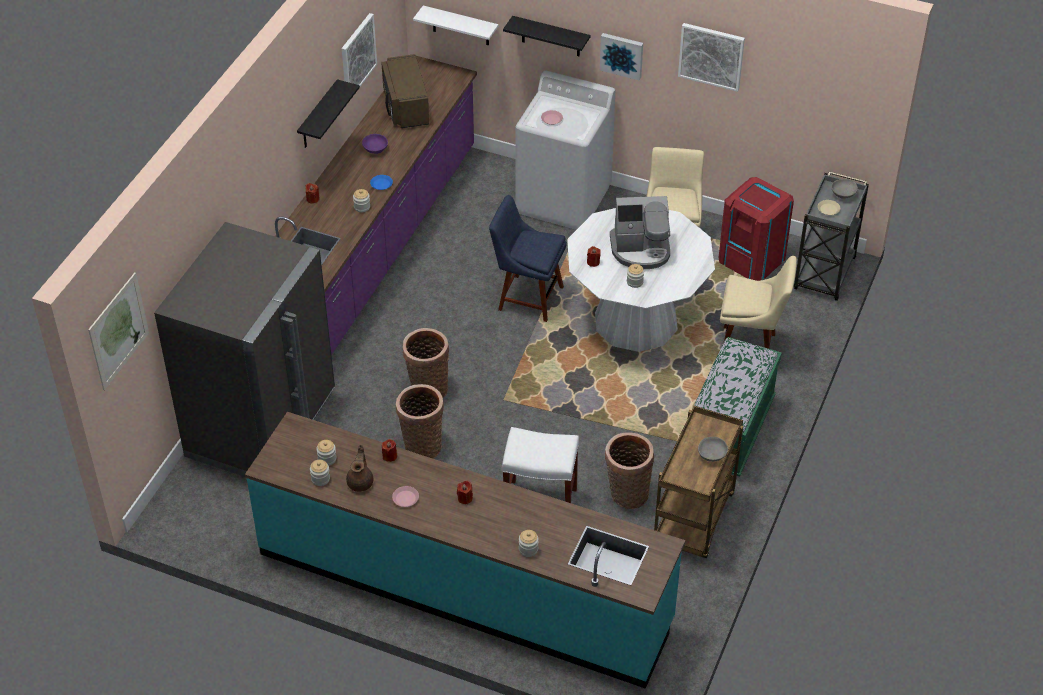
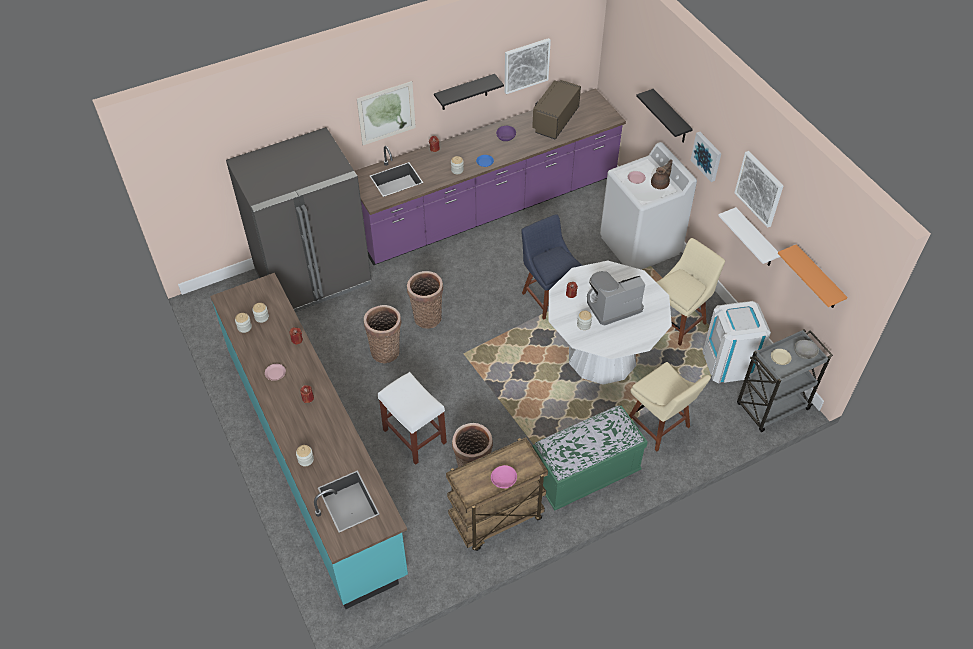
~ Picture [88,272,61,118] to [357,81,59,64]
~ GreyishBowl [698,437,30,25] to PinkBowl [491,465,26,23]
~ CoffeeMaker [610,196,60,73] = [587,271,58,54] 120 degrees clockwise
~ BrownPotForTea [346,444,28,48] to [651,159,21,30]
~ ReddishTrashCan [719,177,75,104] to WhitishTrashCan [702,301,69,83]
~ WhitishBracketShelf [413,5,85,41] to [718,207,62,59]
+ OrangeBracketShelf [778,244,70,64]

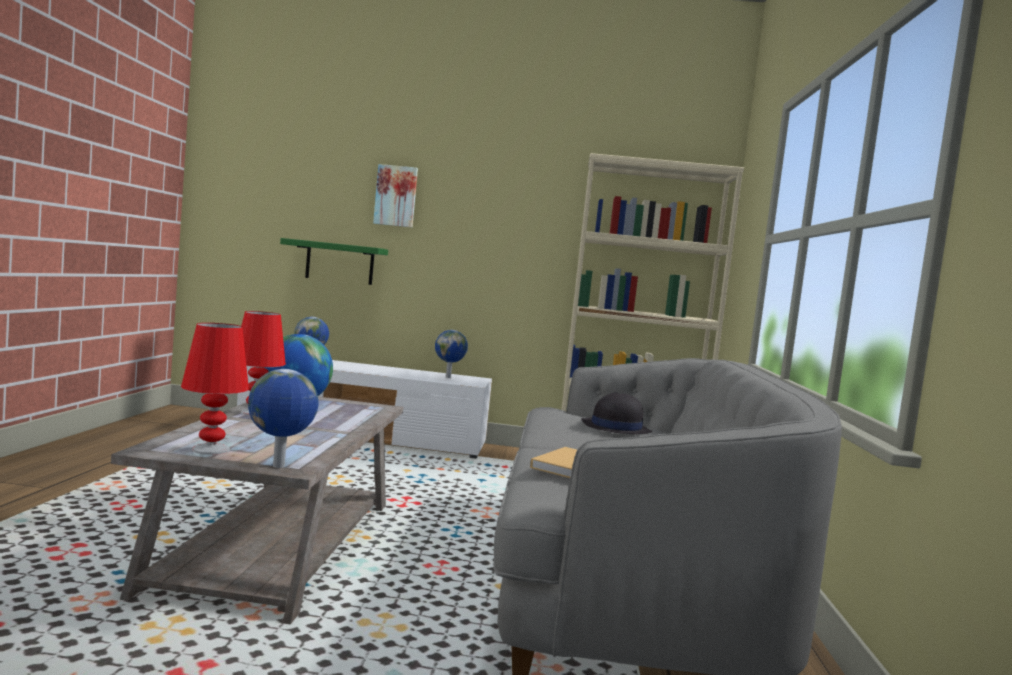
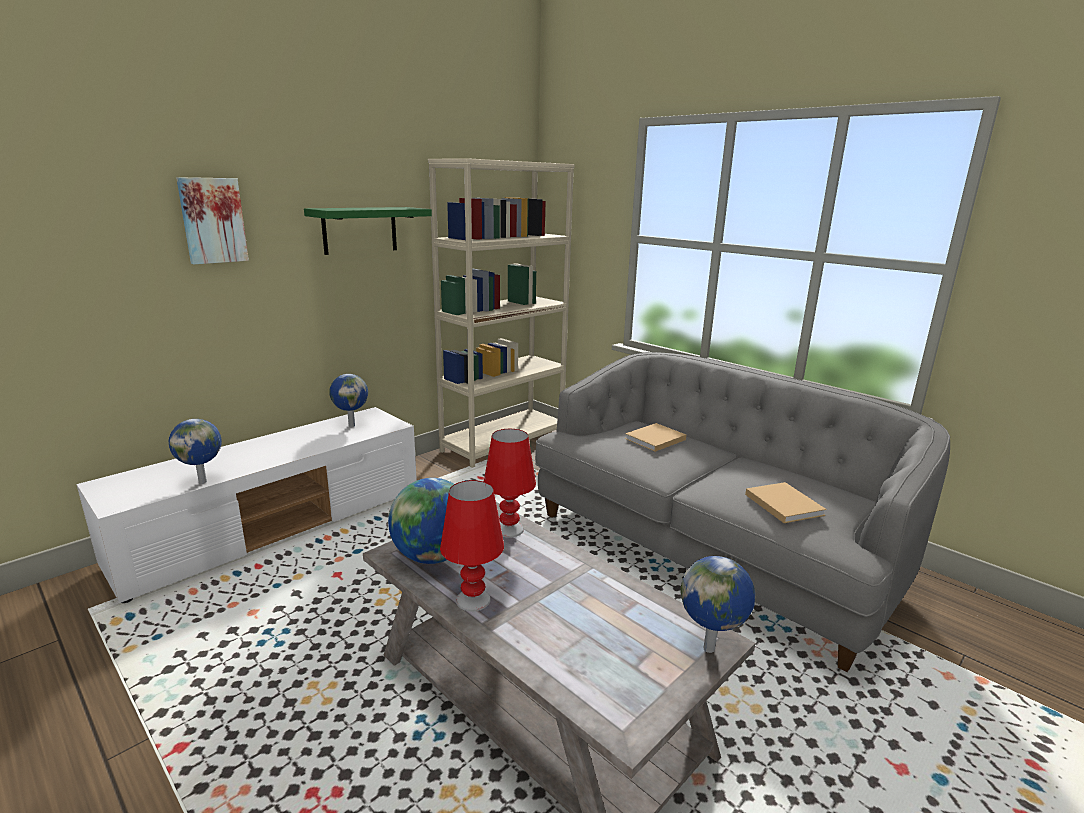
~ GreenBracketShelf [280,238,108,47] to [304,207,128,48]
~ ReddishLampForATable [181,323,68,132] to [484,429,52,109]
~ BlackishHat [581,392,71,42] to BeigeVolume [625,423,61,29]

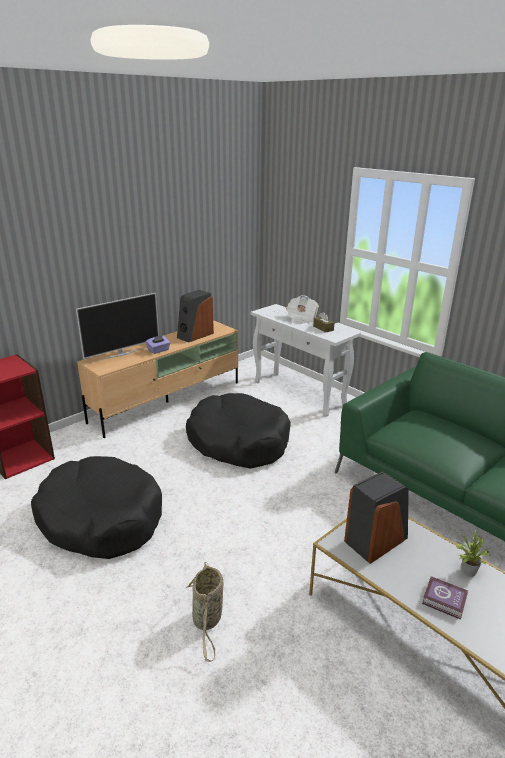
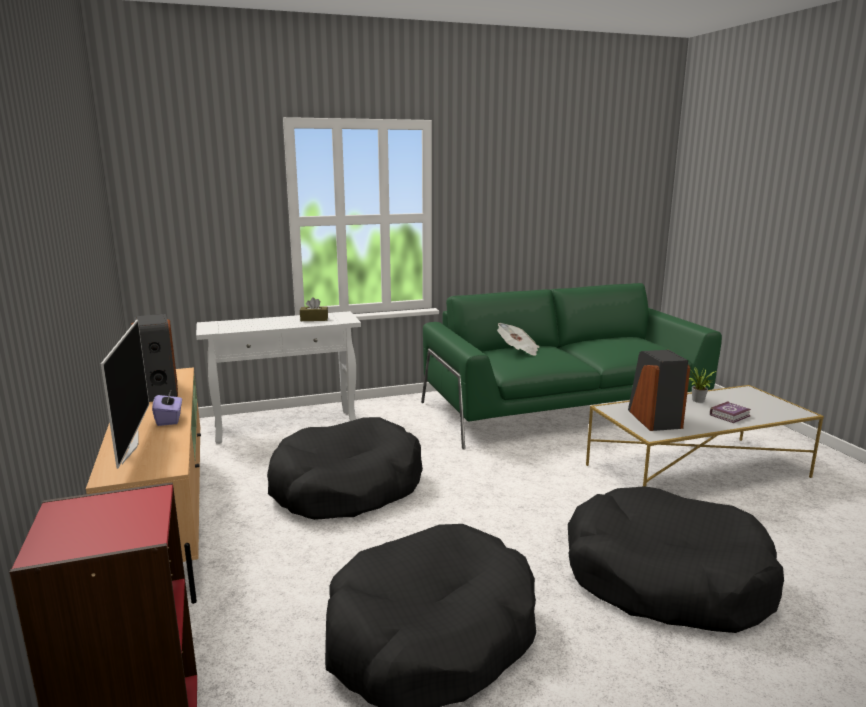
~ PrintedPaper [286,295,33,30] to [497,323,42,33]
~ HouseholdBasket [186,562,38,100] to BlackishPetBed [568,486,216,147]

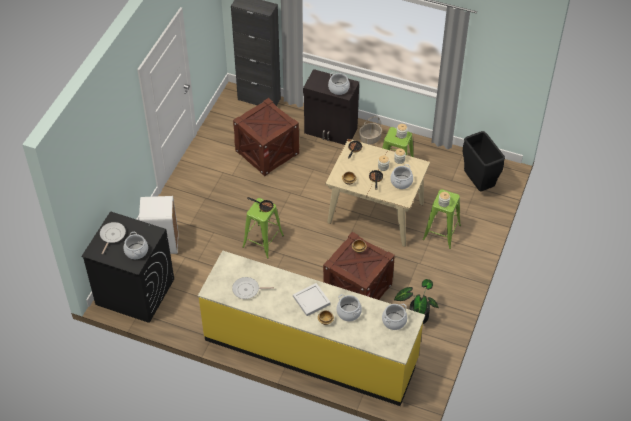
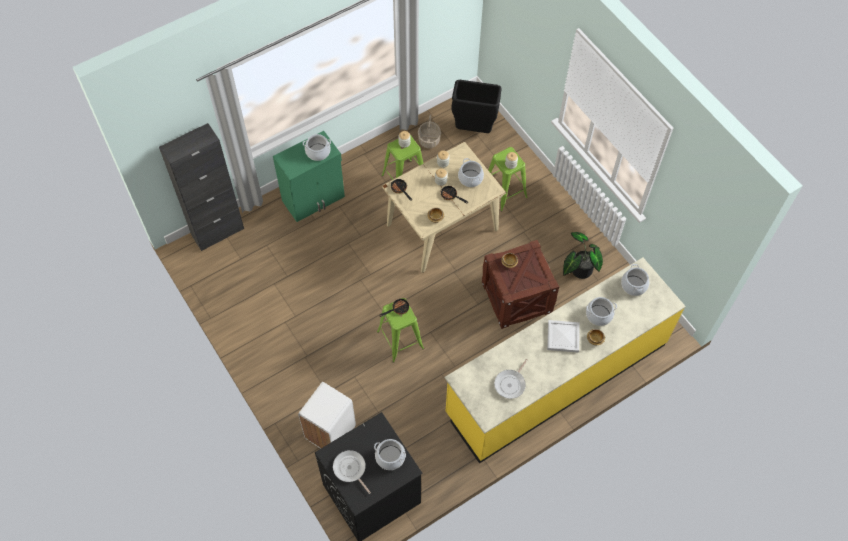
~ BlackishCabinet [303,69,56,76] to GreenCabinet [273,131,72,91]
~ HouseholdBasket [359,116,23,28] to [418,115,23,33]
- ShippingCrate [233,98,66,79]

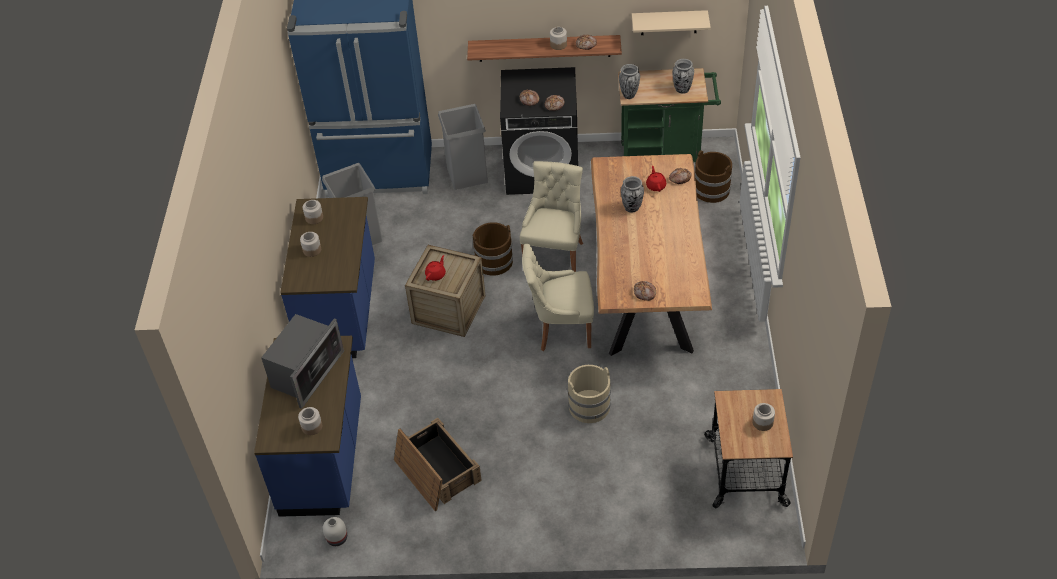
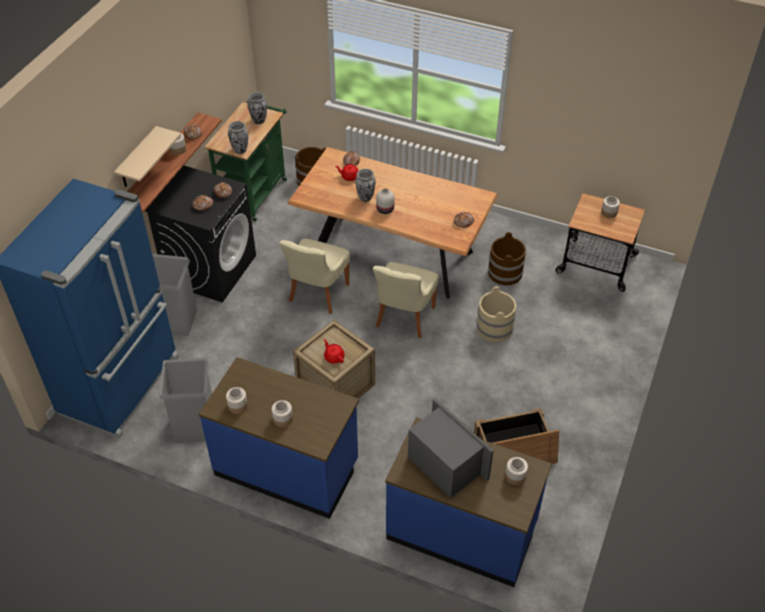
~ BeigeBracketShelf [632,10,79,25] to [114,126,67,61]
~ BeigeChair [520,161,63,111] = [279,239,71,75] 105 degrees counterclockwise
~ WhitishDecorativeVase [323,517,24,29] to [376,188,18,26]
~ BrownWaterBucket [472,222,41,54] to [488,232,38,53]

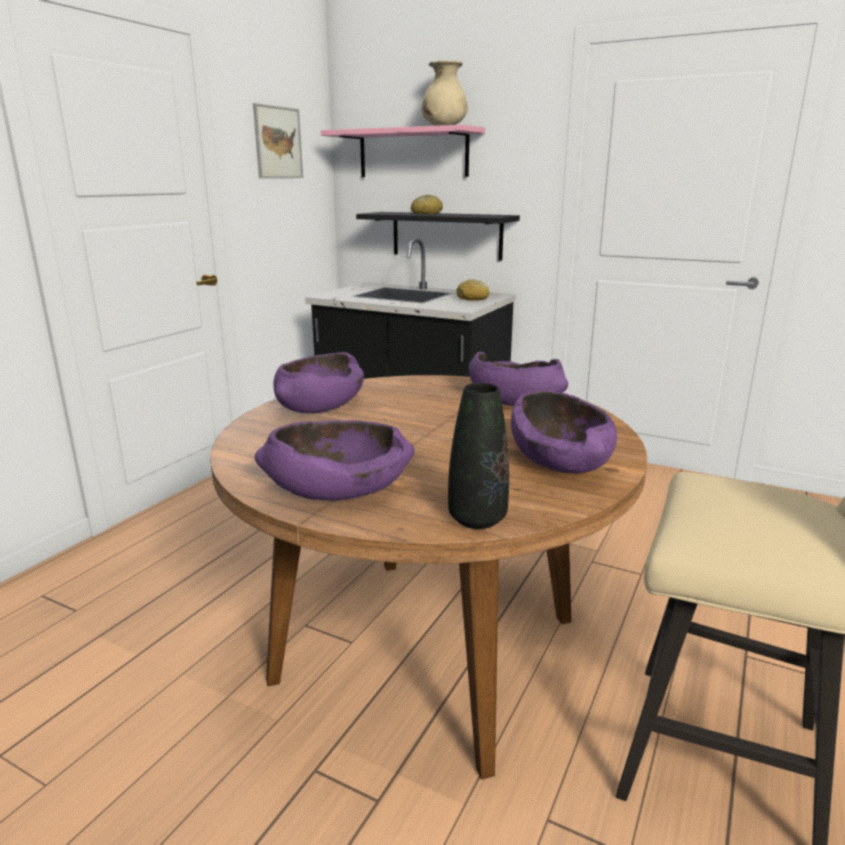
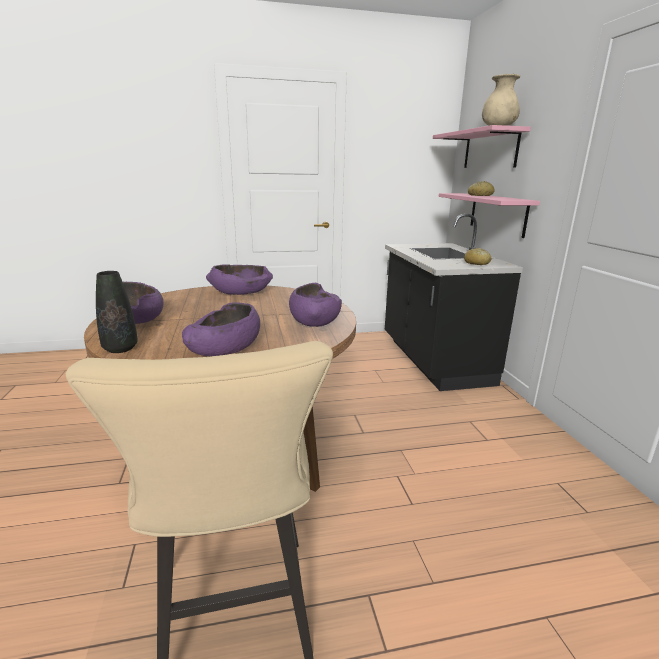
~ BlackishBracketShelf [356,212,164,49] to PinkBracketShelf [439,193,101,45]
- Picture [253,103,50,75]

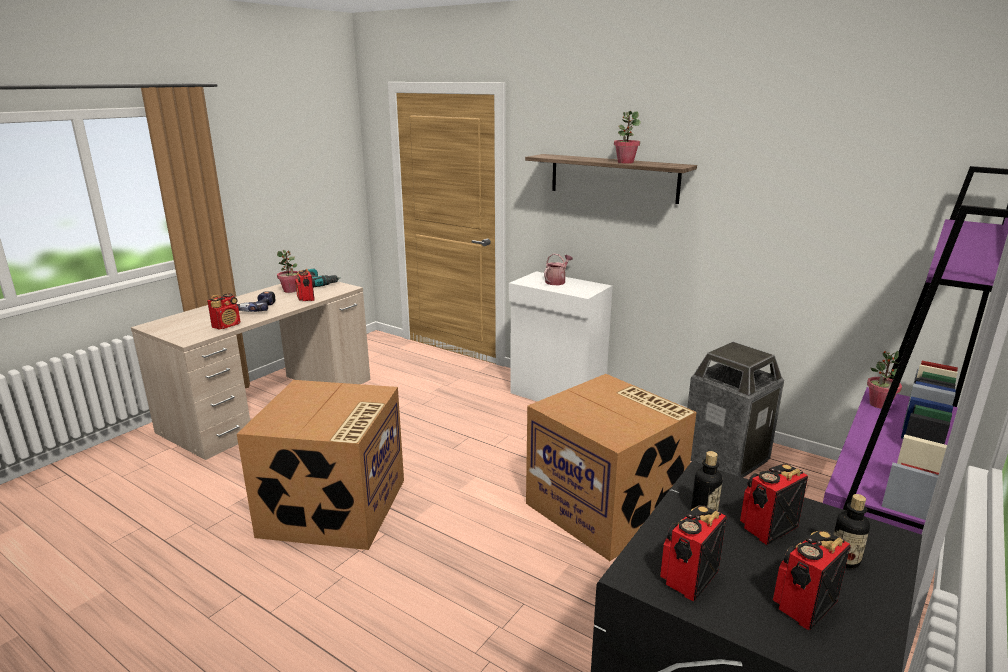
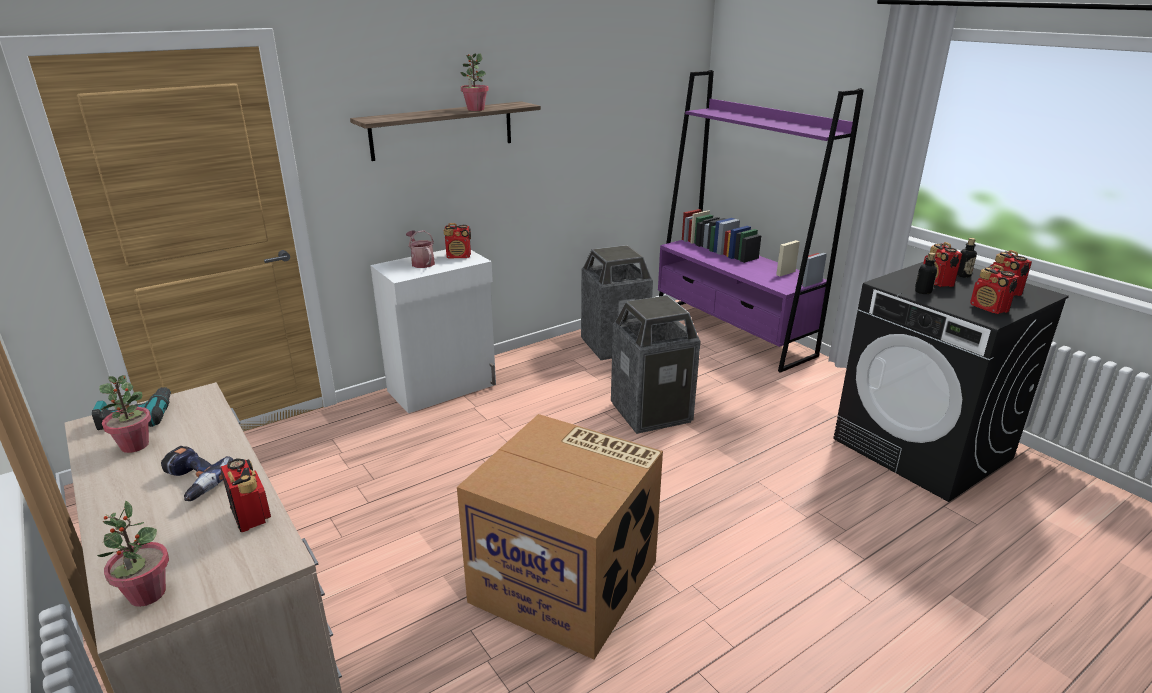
~ PottedPlant [867,351,35,58] to [97,501,72,106]
~ RadioReceiver [295,269,20,32] to [444,223,27,35]
~ CardboardBox [526,374,170,187] to TrashCan [611,295,90,139]

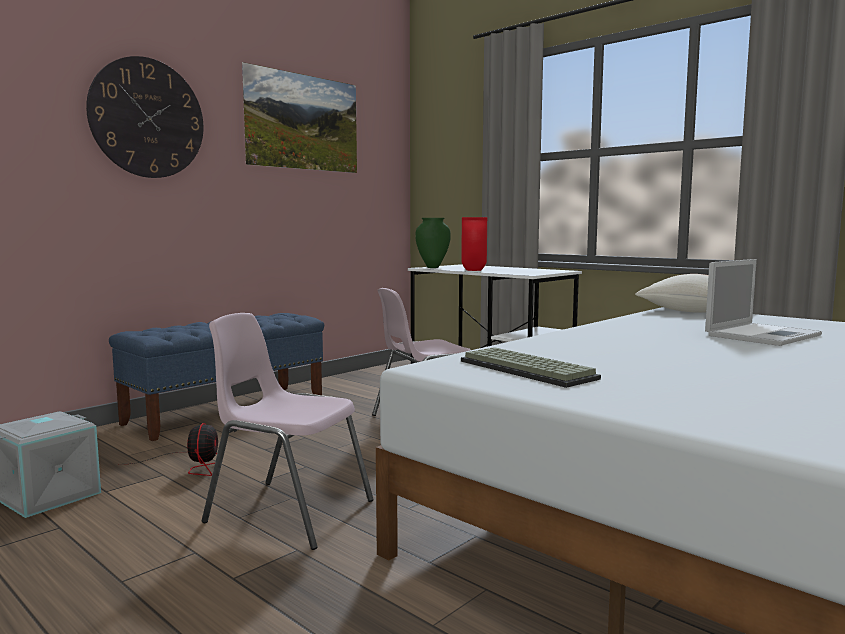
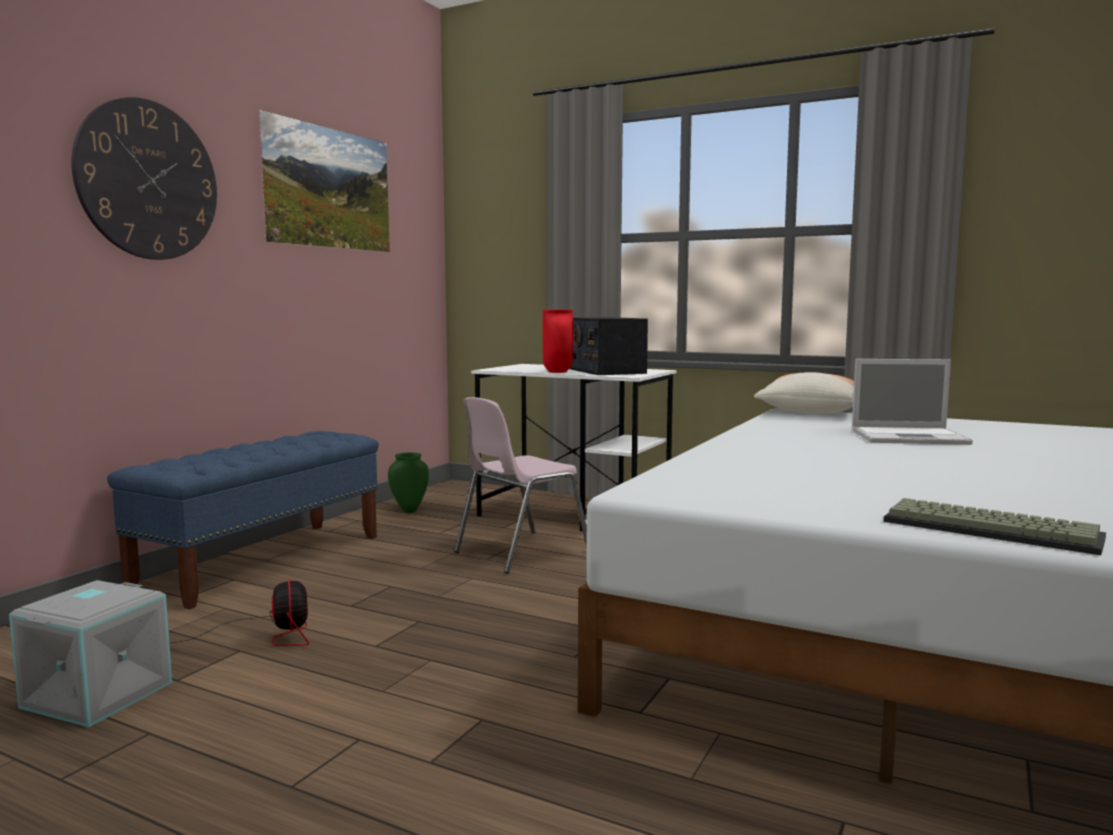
~ GreenDecorativeVase [415,218,36,50] to [388,453,41,60]
+ RadioReceiver [569,317,79,58]
~ NotebookComputer [705,259,117,87] = [852,359,121,86] 60 degrees clockwise
~ PcKeyboard [461,347,140,41] to [883,498,223,57]
- PinkChair [202,313,172,237]

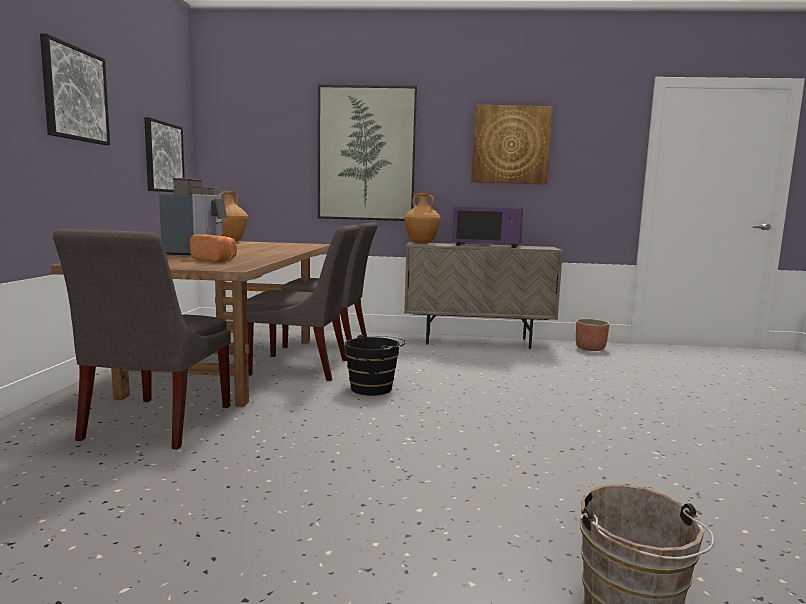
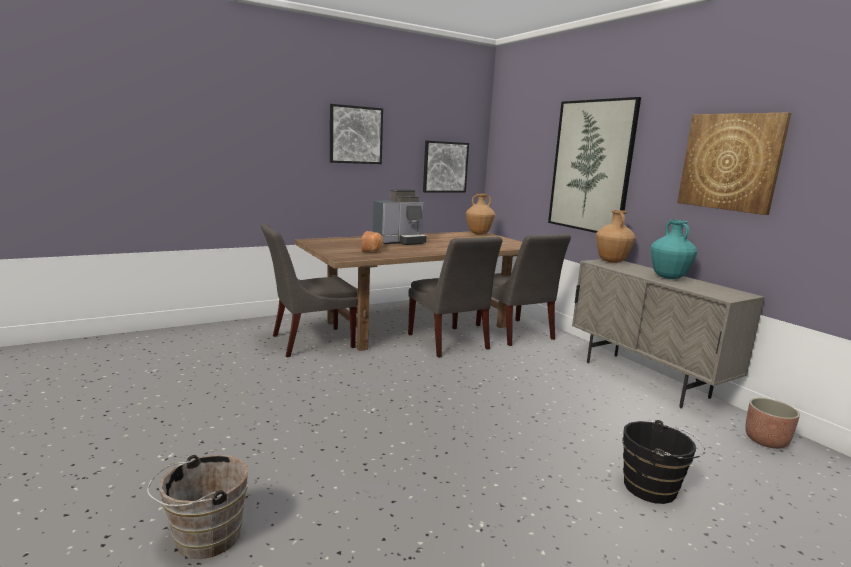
~ BlackishWaterBucket [345,335,61,61] to [622,420,84,84]
~ PurpleMicrowave [452,207,71,41] to TurquoiseDecorativeVase [651,220,46,59]

